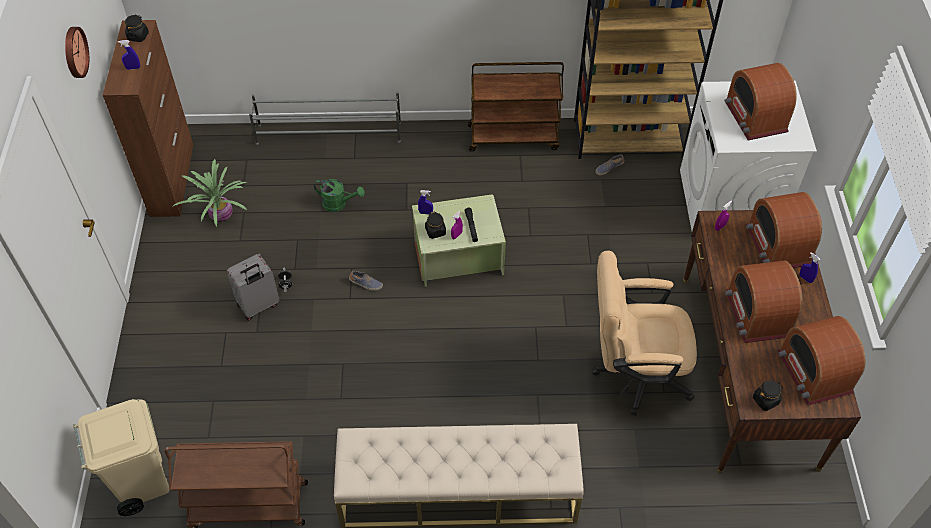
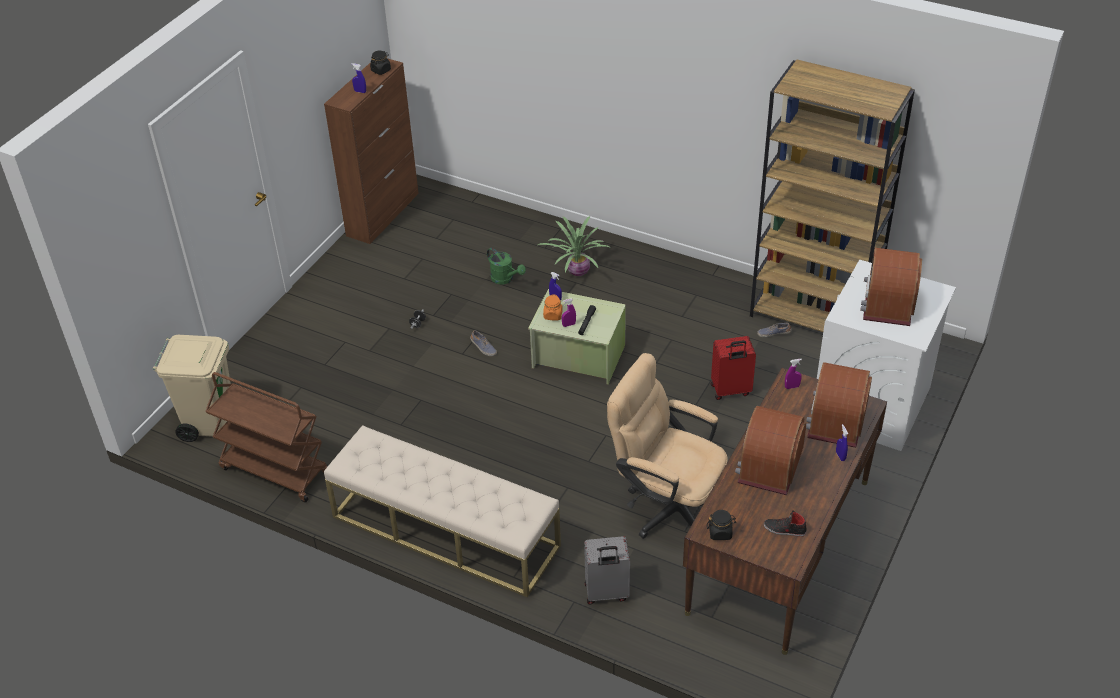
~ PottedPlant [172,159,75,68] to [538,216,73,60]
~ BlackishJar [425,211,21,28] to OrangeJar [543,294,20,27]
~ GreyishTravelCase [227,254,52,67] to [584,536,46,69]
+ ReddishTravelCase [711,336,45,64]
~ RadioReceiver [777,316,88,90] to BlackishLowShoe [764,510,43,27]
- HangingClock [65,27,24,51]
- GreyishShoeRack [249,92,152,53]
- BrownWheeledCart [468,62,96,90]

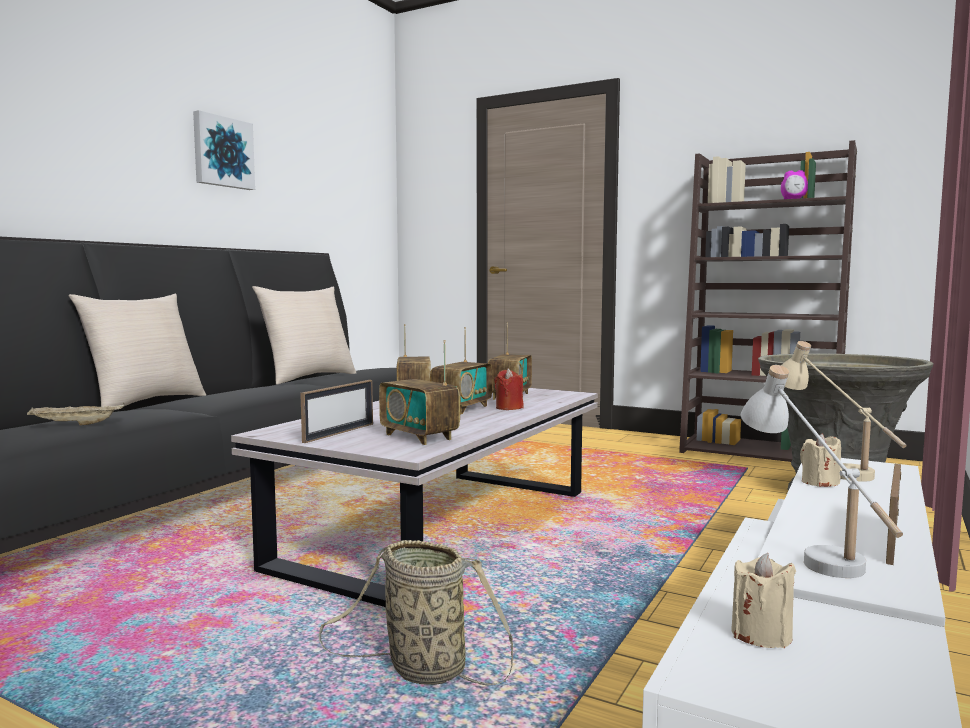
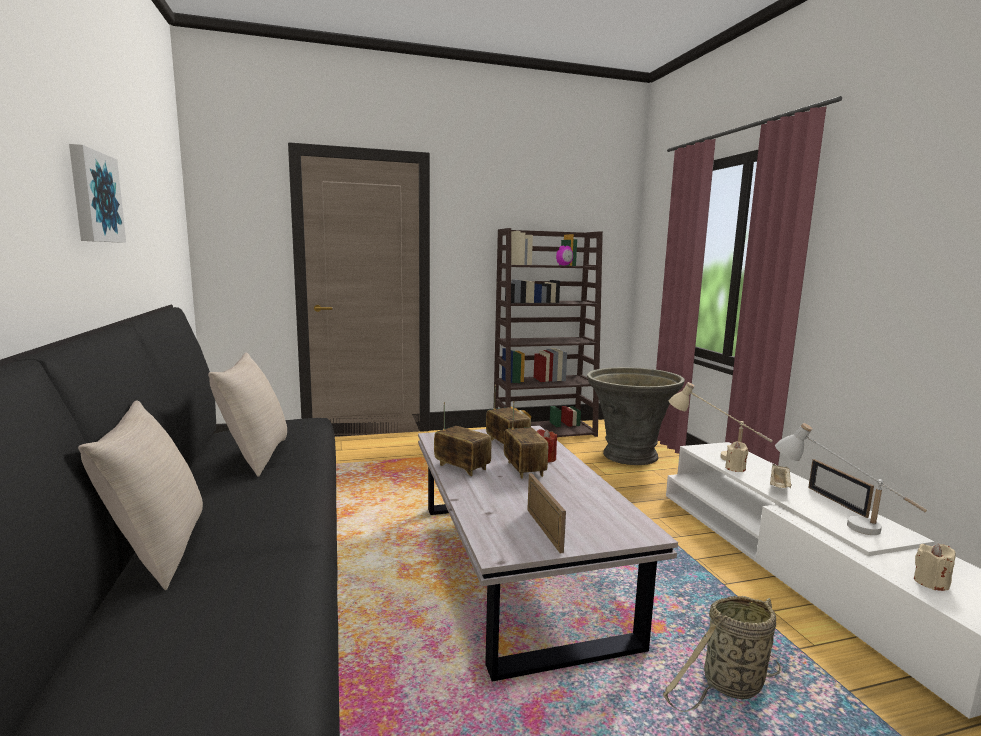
~ BeigeServingTray [27,403,97,22] to [770,464,21,24]
- RadioReceiver [379,340,81,105]

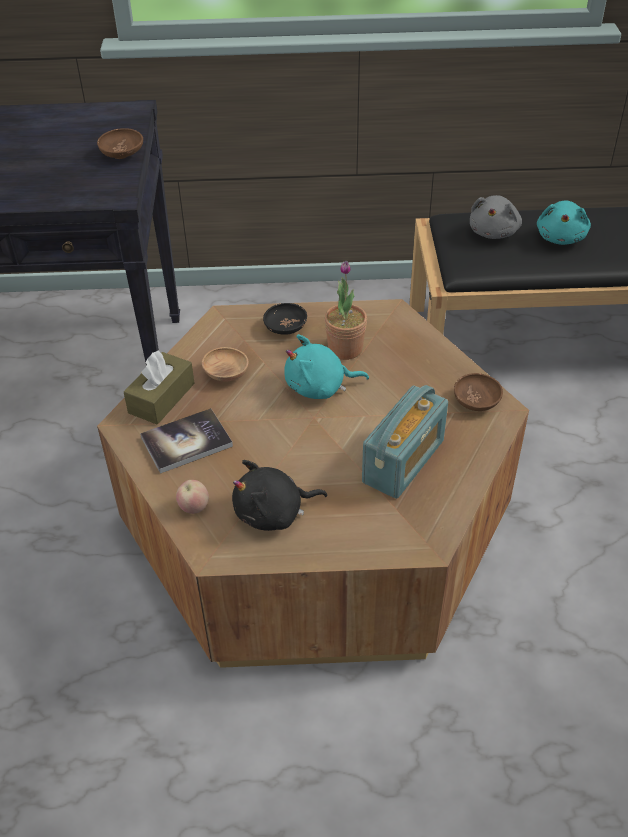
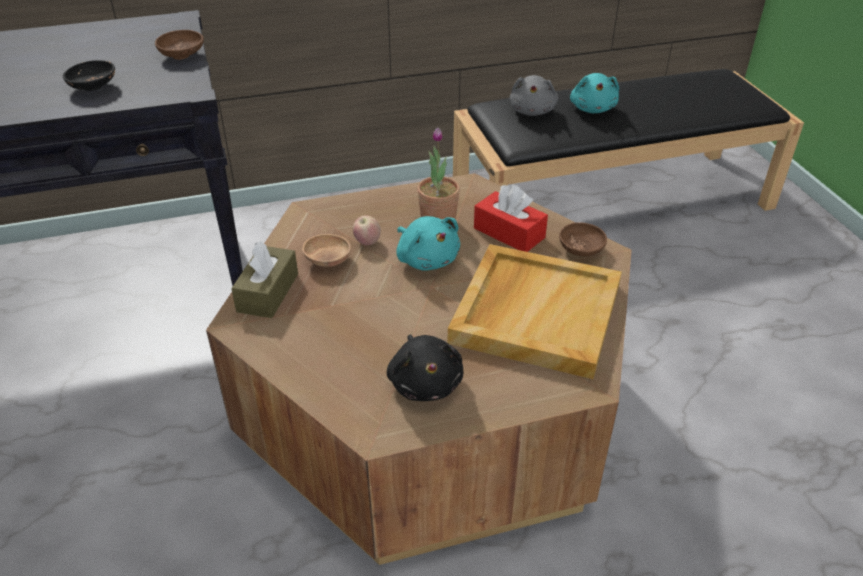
~ BlackishBowl [263,303,44,32] to [63,60,52,31]
~ WholeApple [176,480,33,34] to [353,215,28,30]
~ BlackishCuddlyToy [232,460,95,71] = [387,334,76,67] 75 degrees counterclockwise
~ TurquoiseCuddlyToy [284,334,85,65] = [396,216,64,55] 105 degrees counterclockwise
~ RadioReceiver [362,385,86,114] to BeigeServingTray [448,244,174,135]
+ ReddishTissueHolder [474,185,74,67]
- Volume [140,408,93,66]

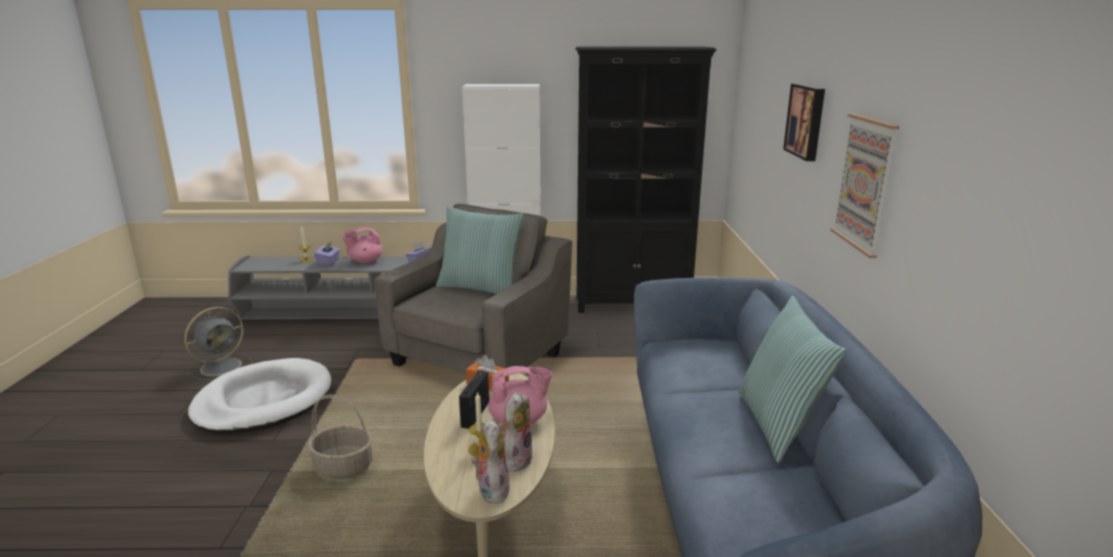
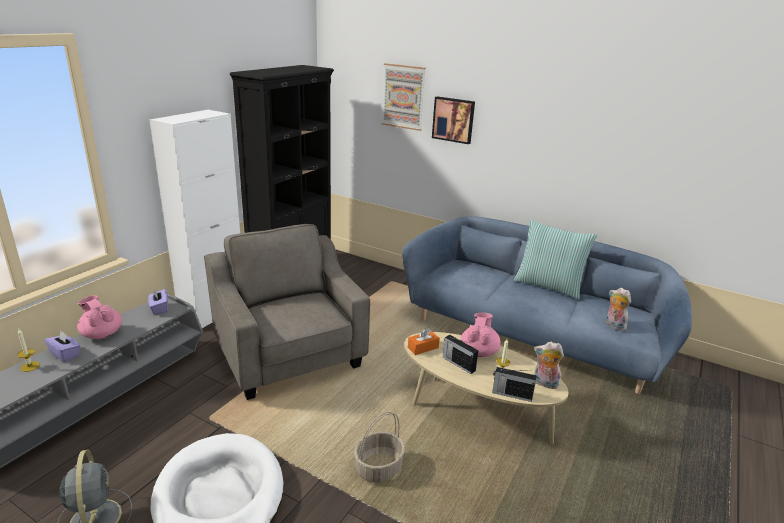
~ PinkPotForTea [342,228,41,35] = [77,295,45,44] 135 degrees clockwise
~ Picture [830,114,70,144] to [382,63,44,68]
+ RadioReceiver [492,367,45,35]
~ CuddlyToy [499,392,34,80] to [606,288,25,43]
- Cushion [436,206,88,88]

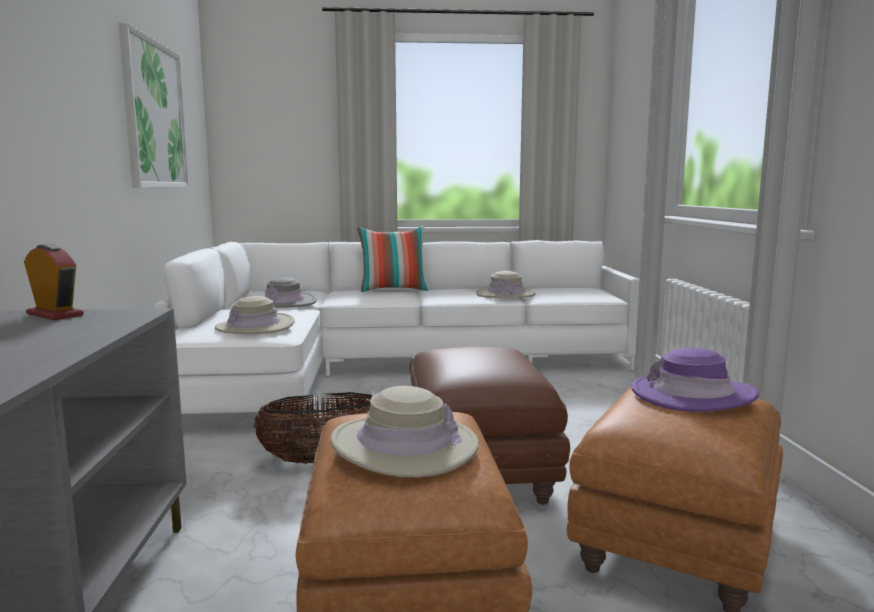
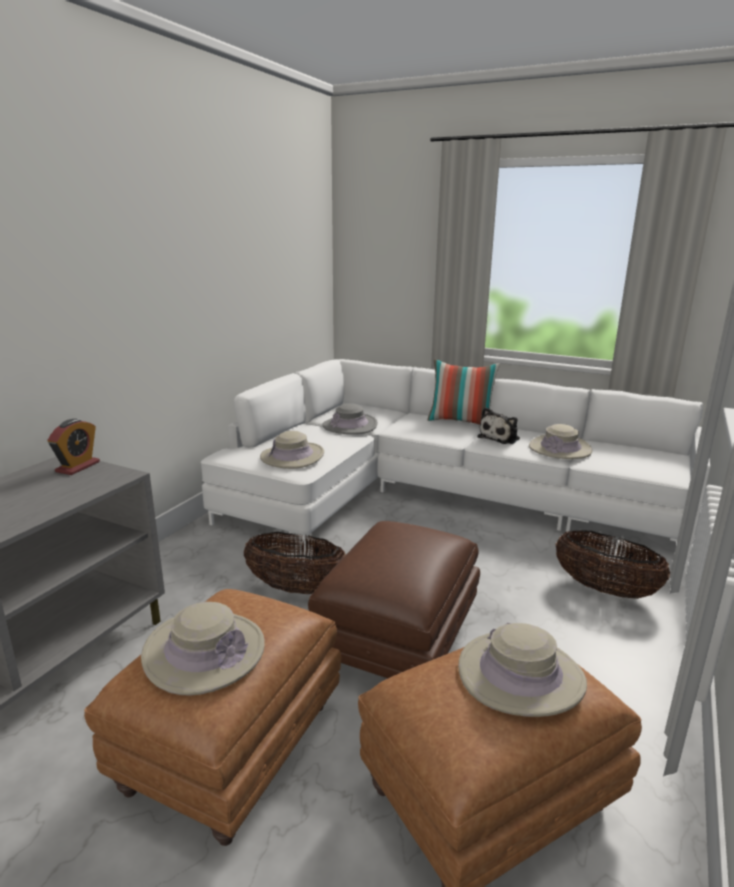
~ BedsideClock [24,244,60,76] = [48,419,52,56] 45 degrees clockwise
~ PurpleHat [631,348,128,64] to BeigeHat [458,623,129,94]
+ CuddlyToy [477,407,43,37]
+ HouseholdBasket [555,530,115,69]
- Picture [119,23,70,165]

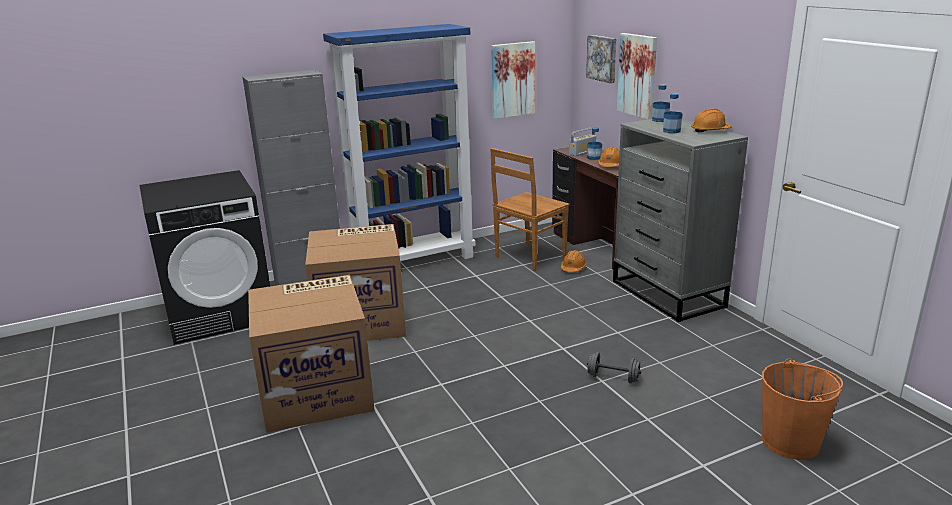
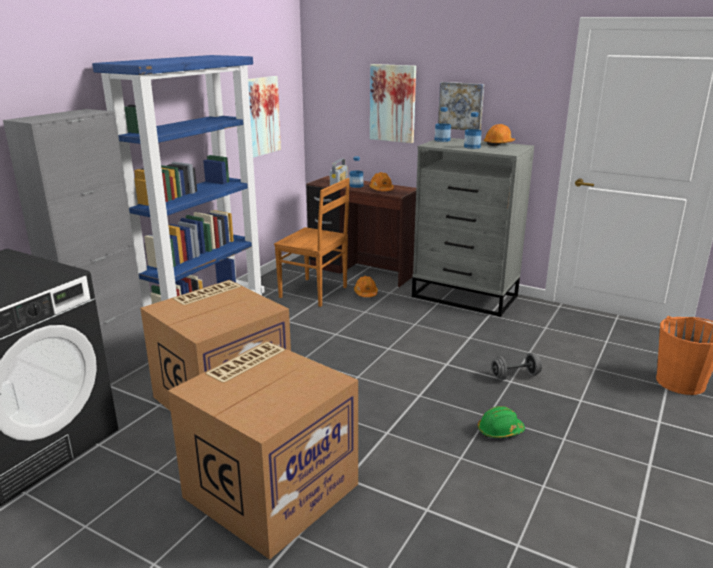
~ BrownChair [490,148,79,123] = [274,178,76,129] 75 degrees counterclockwise
~ Picture [586,35,30,48] to [438,82,46,48]
+ GreenHardHat [478,406,47,32]

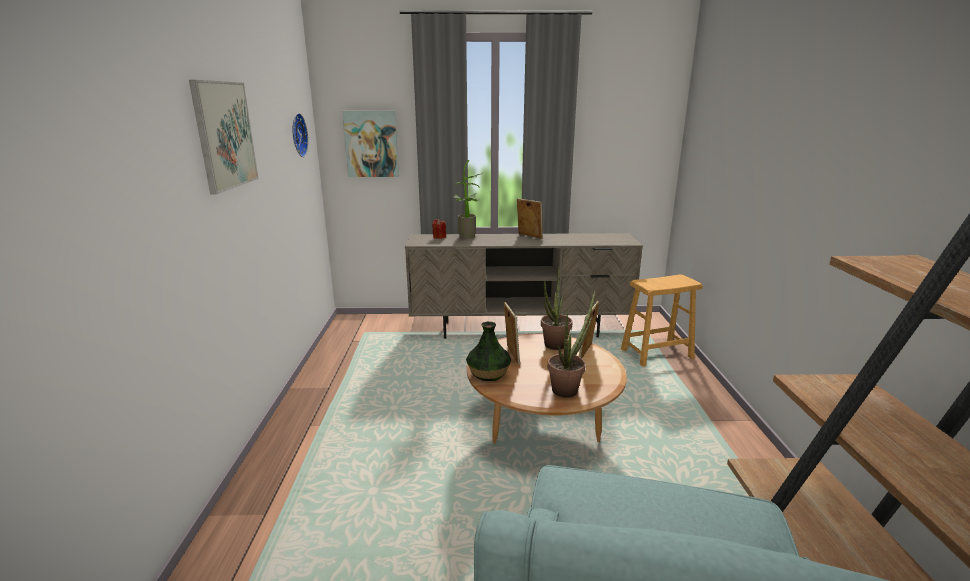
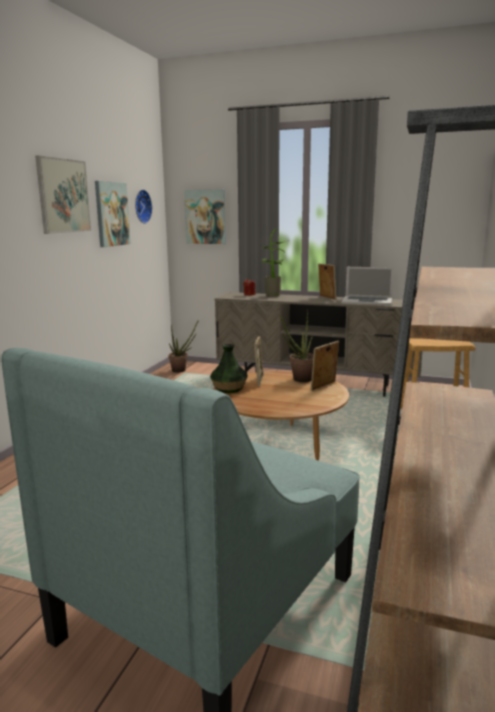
+ Picture [95,181,36,66]
~ PottedPlant [548,290,48,108] to [168,319,31,53]
+ NotebookComputer [342,267,52,38]

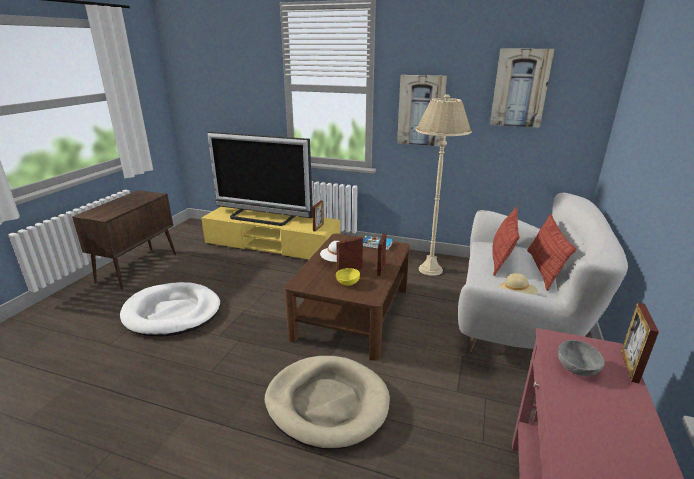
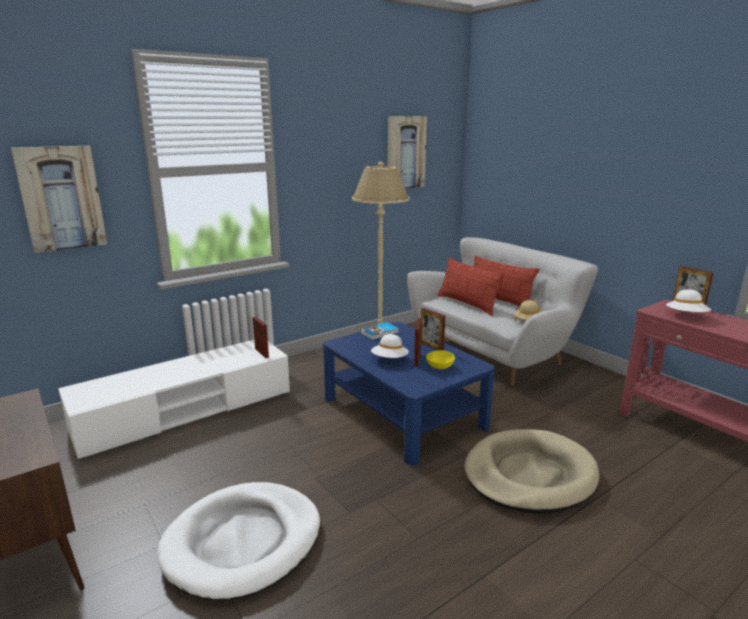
~ Picture [397,75,50,71] to [11,146,96,107]
~ YellowishMediaConsole [201,207,139,52] to WhitishMediaConsole [58,340,232,120]
~ BrownCoffeeTable [285,233,125,128] to BluishCoffeeTable [323,322,172,143]
~ GreyishBowl [558,340,47,36] to WhitishHat [666,289,45,23]
- Television [208,132,105,94]

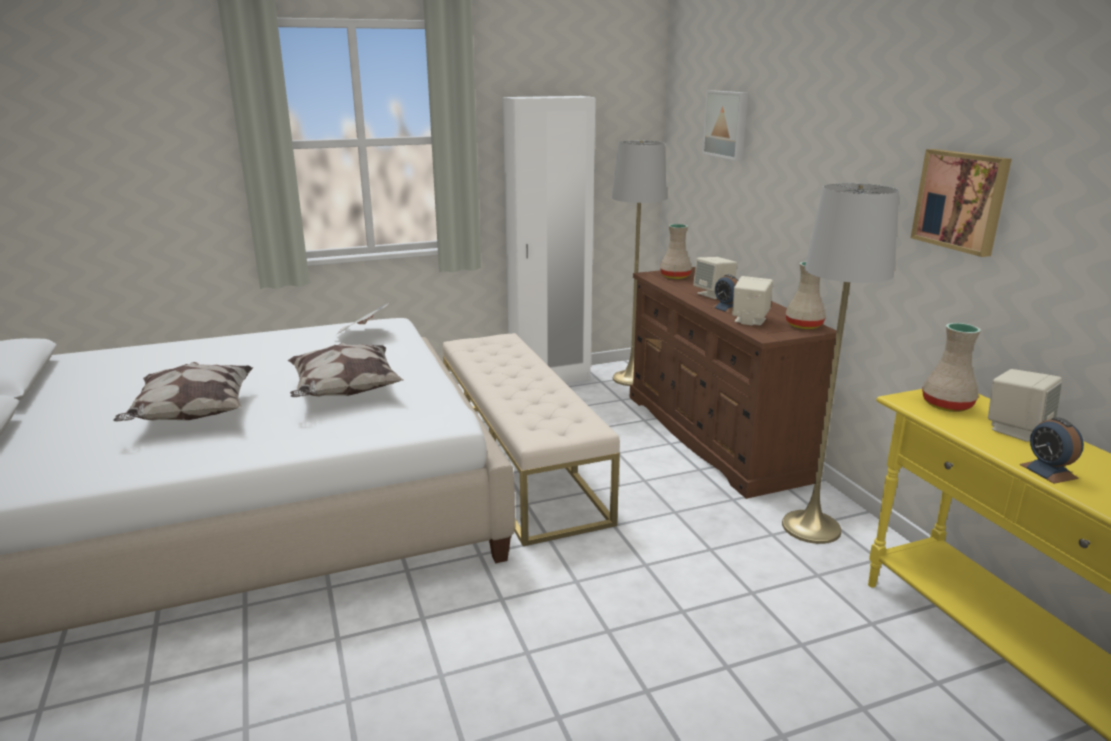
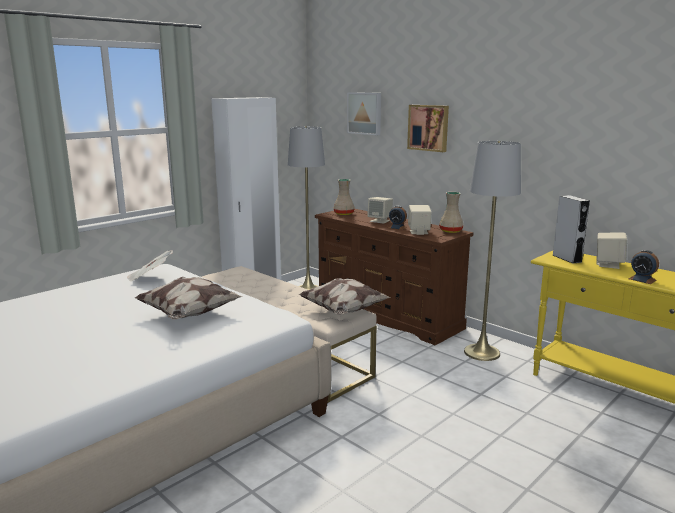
~ Cushion [113,362,140,59] to [298,278,93,37]
~ Picture [911,149,101,108] to [407,105,42,47]
~ BeigeDecorativeVase [922,323,59,89] to GreyishSpeaker [552,195,38,69]

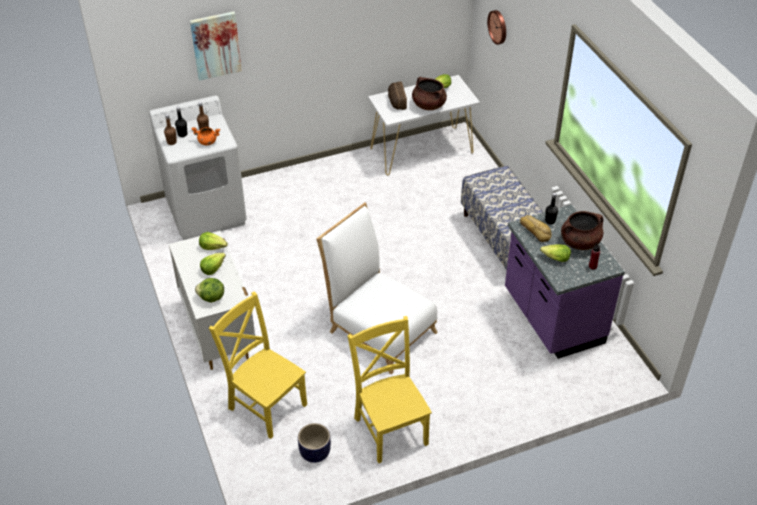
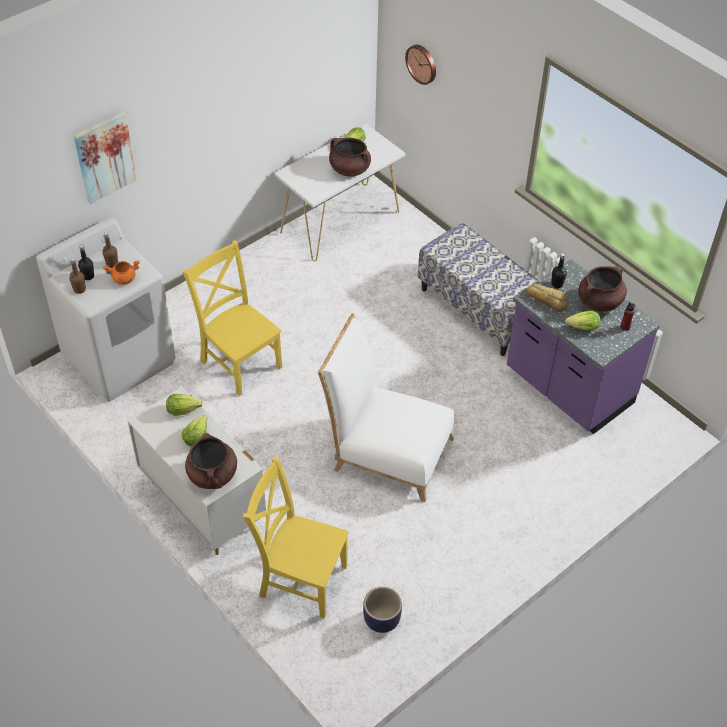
~ YellowishChair [348,316,84,147] to [183,240,99,156]
~ HeadOfLettuce [195,278,29,24] to BrownSaucepot [185,433,52,56]
- Bread [388,82,19,28]

